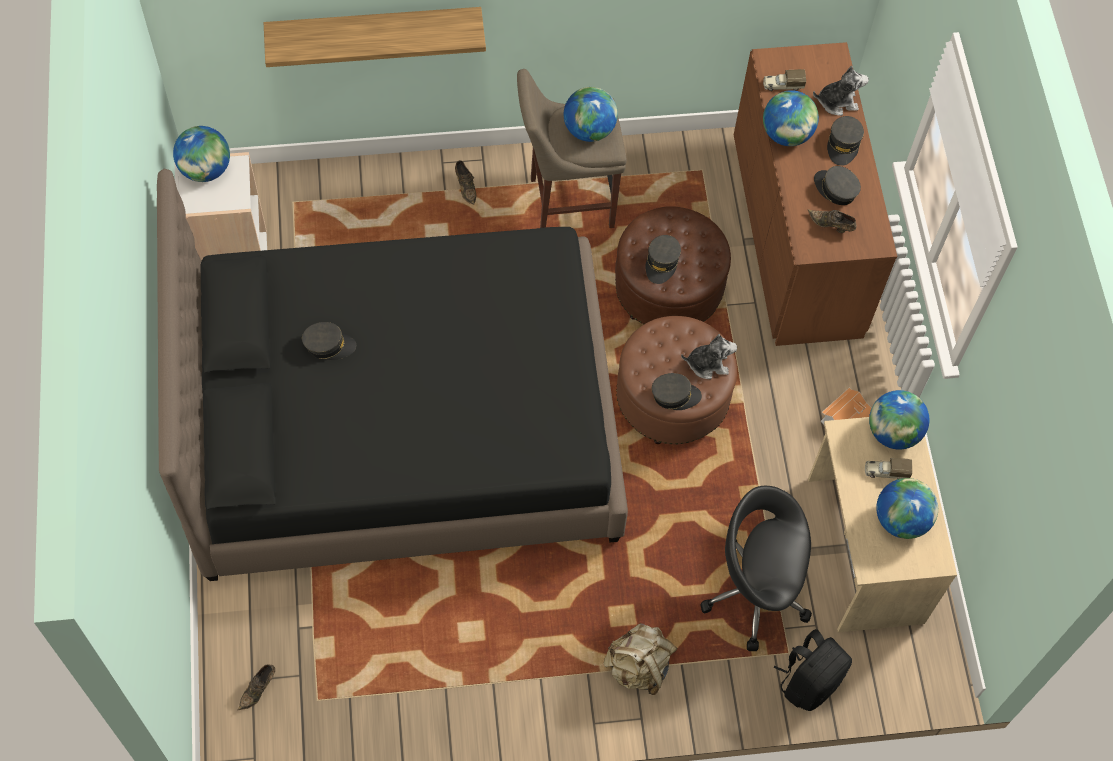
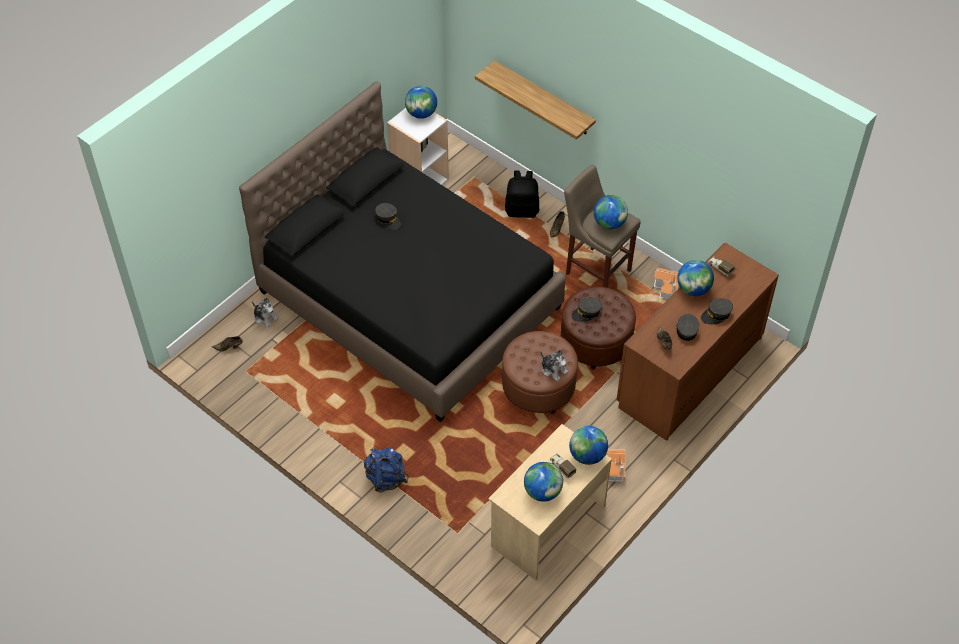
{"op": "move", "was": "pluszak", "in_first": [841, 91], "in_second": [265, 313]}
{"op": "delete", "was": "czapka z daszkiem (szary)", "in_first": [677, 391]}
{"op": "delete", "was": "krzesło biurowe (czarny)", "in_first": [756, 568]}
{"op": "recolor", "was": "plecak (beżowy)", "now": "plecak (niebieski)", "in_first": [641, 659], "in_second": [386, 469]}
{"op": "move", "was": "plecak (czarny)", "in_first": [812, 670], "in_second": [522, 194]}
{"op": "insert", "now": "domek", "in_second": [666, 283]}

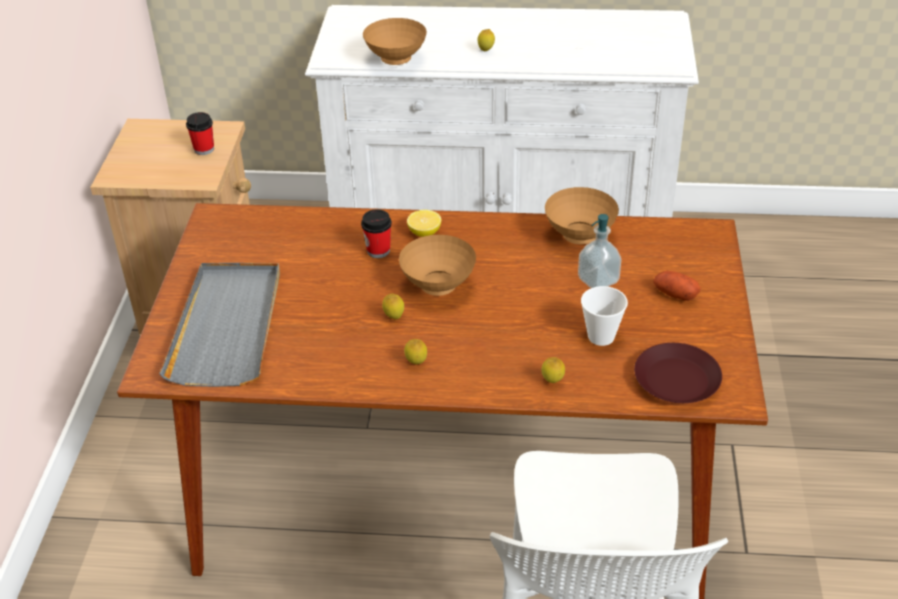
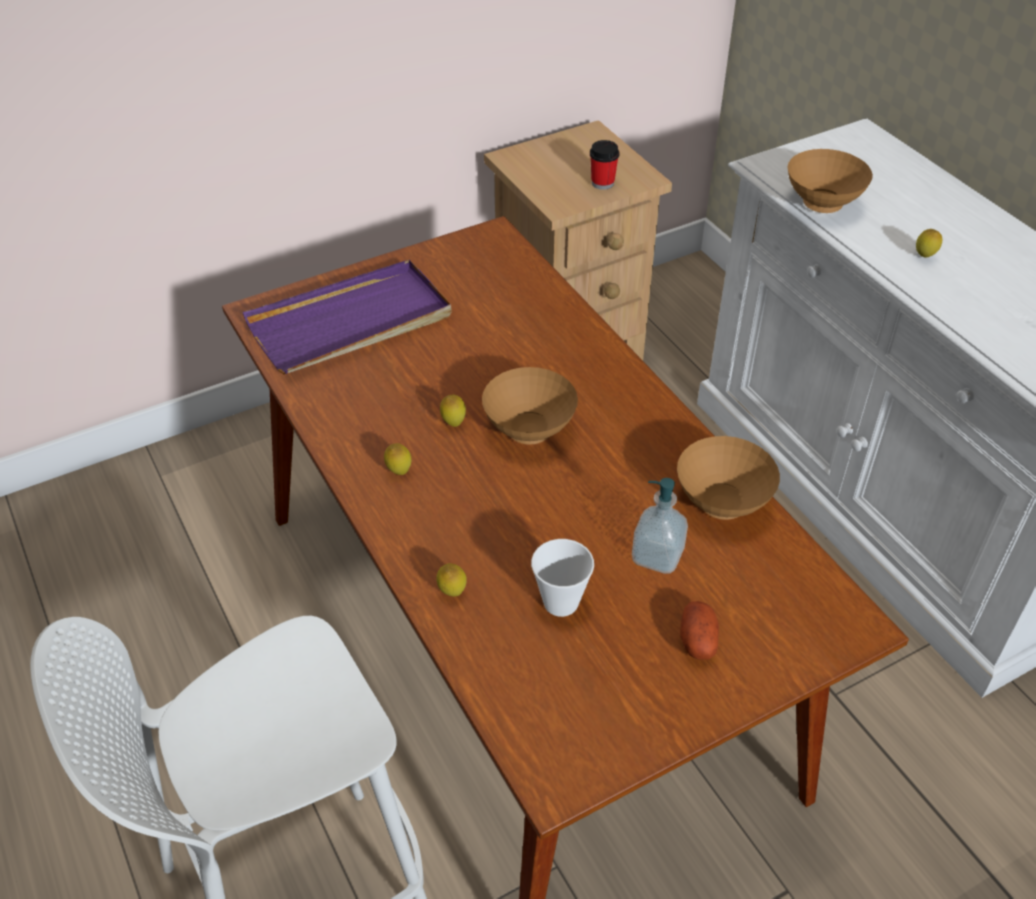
{"op": "delete", "was": "filiżanka", "in_first": [376, 233]}
{"op": "delete", "was": "cytryna", "in_first": [424, 223]}
{"op": "recolor", "was": "taca (szary)", "now": "taca (fioletowy)", "in_first": [219, 325], "in_second": [347, 317]}
{"op": "delete", "was": "talerz (brązowy)", "in_first": [678, 373]}

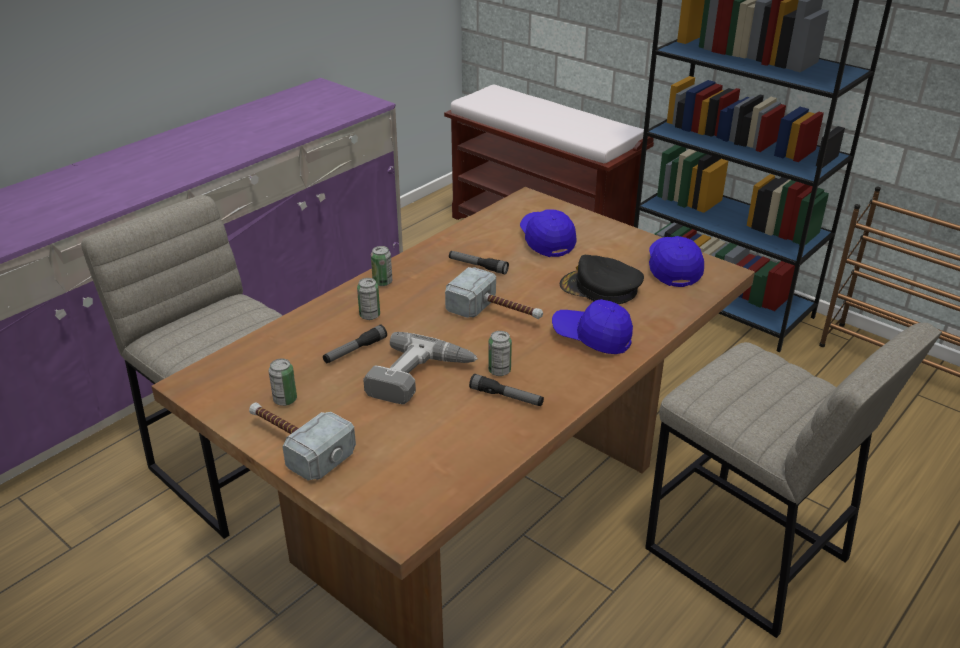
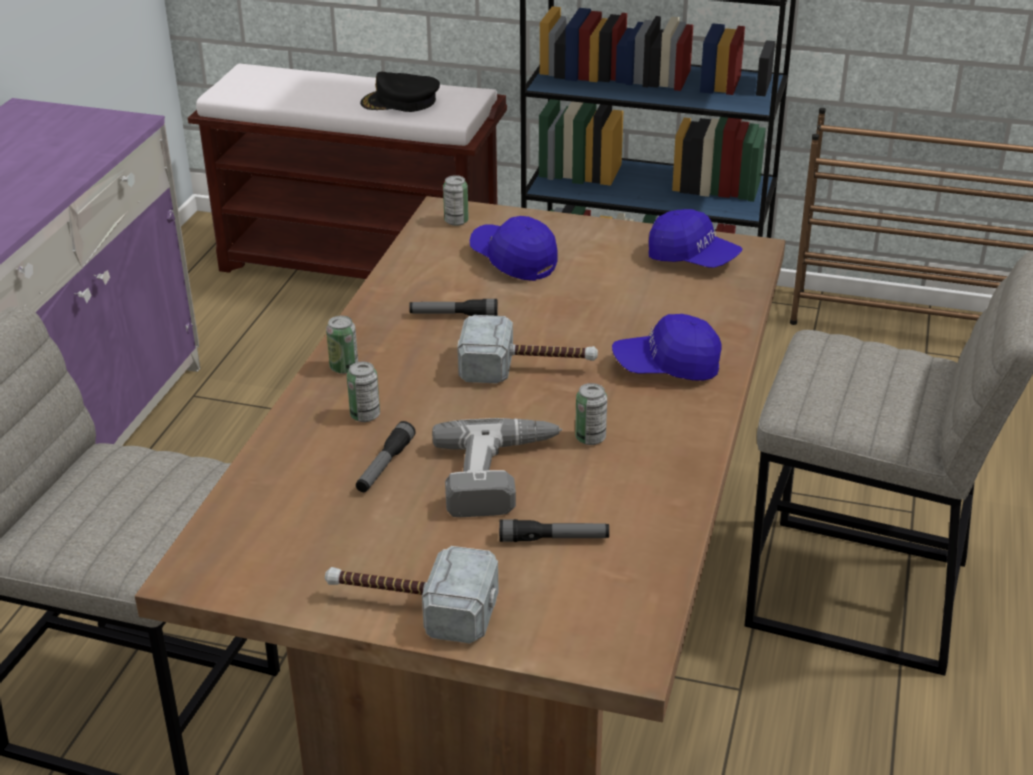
{"op": "rotate", "was": "czapka z daszkiem (niebieski)", "in_first": [676, 261], "in_second": [696, 238], "clockwise": 150}
{"op": "move", "was": "czapka z daszkiem (czarny)", "in_first": [602, 279], "in_second": [400, 92]}
{"op": "move", "was": "puszka", "in_first": [283, 382], "in_second": [456, 200]}
{"op": "move", "was": "latarka", "in_first": [506, 390], "in_second": [554, 530]}

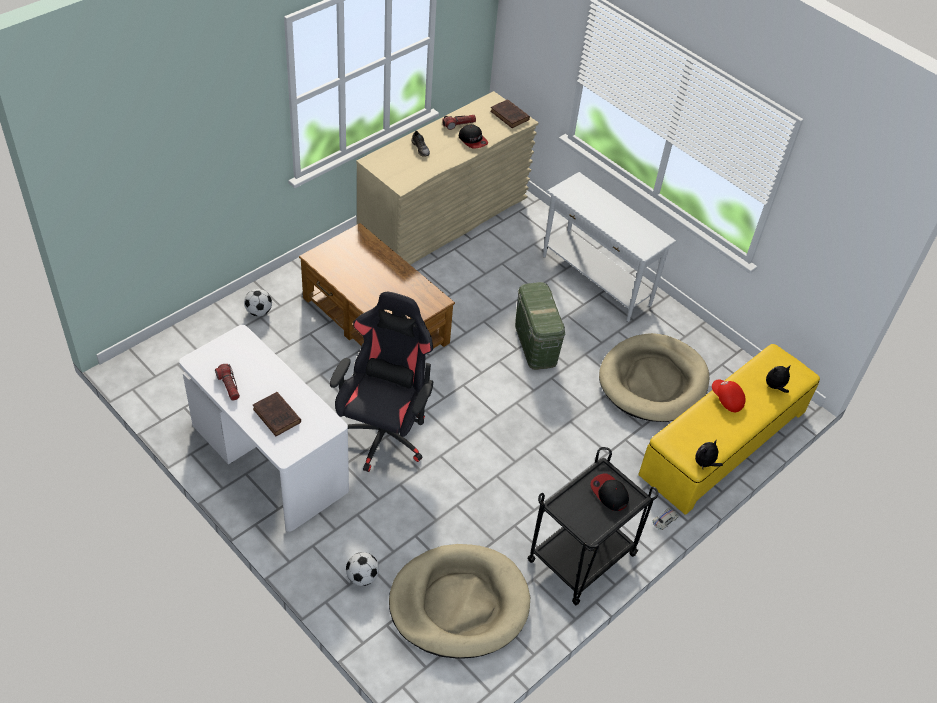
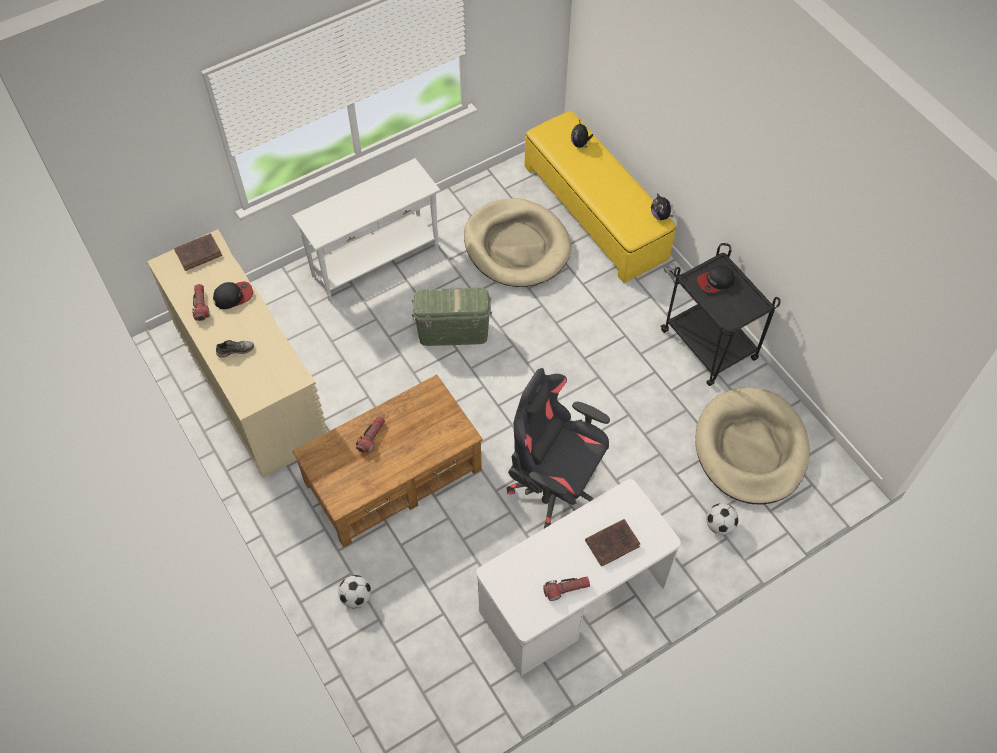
{"op": "delete", "was": "czapka z daszkiem (czerwony)", "in_first": [729, 395]}
{"op": "insert", "now": "latarka", "in_second": [370, 434]}

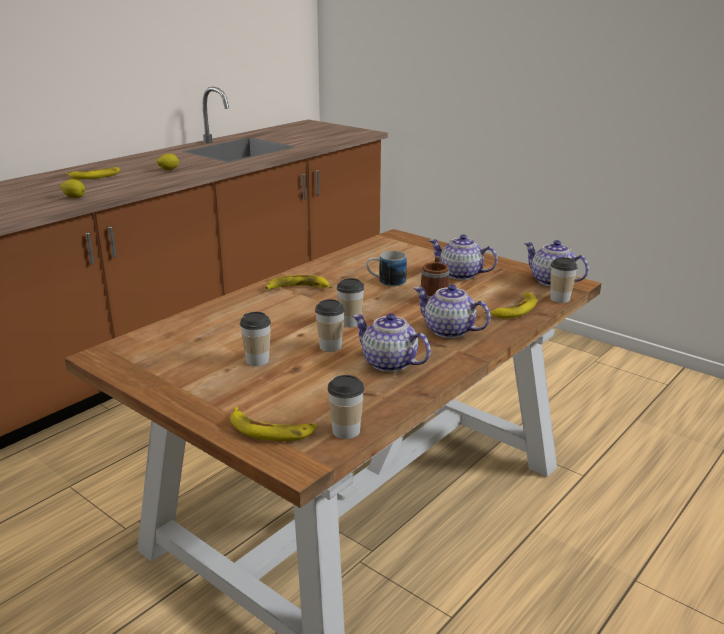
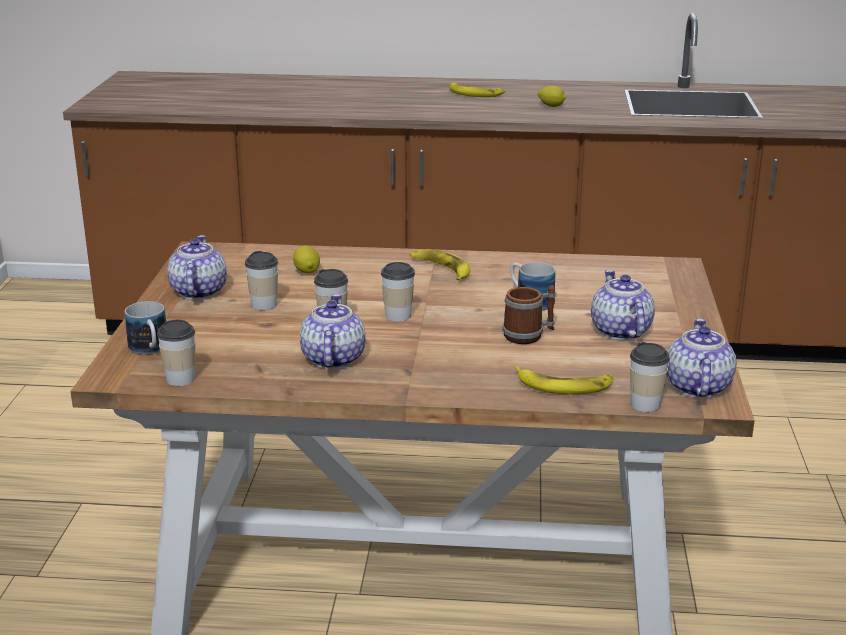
{"op": "move", "was": "cytryna", "in_first": [72, 188], "in_second": [306, 260]}
{"op": "move", "was": "imbryk", "in_first": [452, 311], "in_second": [197, 267]}
{"op": "replace", "was": "banan", "now": "kubek", "in_first": [273, 424], "in_second": [145, 328]}

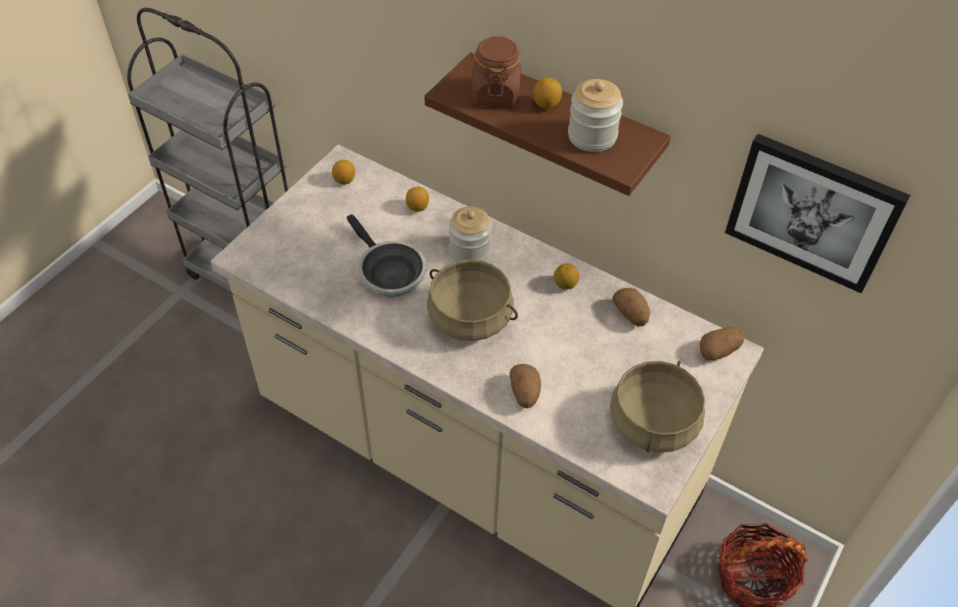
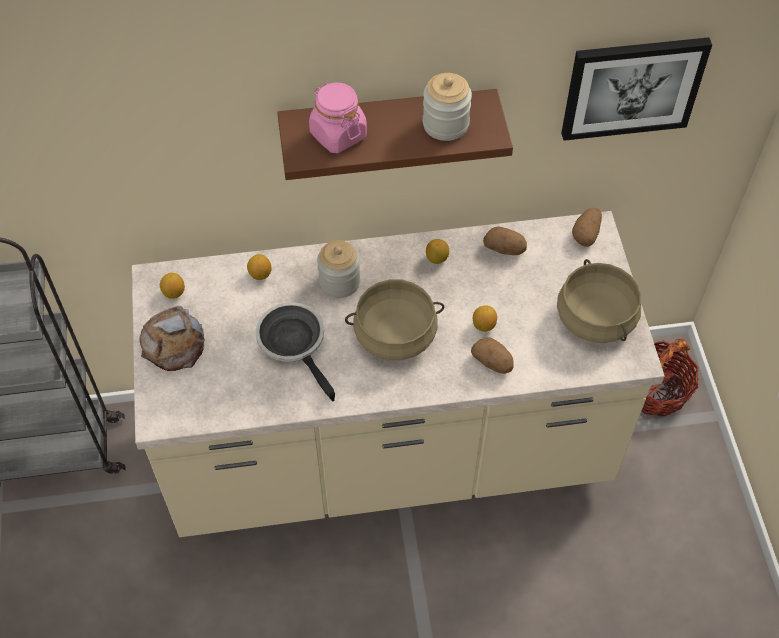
{"op": "recolor", "was": "słoik (brązowy)", "now": "słoik (różowy)", "in_first": [496, 71], "in_second": [338, 117]}
{"op": "move", "was": "cytryna", "in_first": [547, 93], "in_second": [485, 319]}
{"op": "rotate", "was": "patelnia", "in_first": [386, 255], "in_second": [295, 351], "clockwise": -135}
{"op": "insert", "now": "chleb", "in_second": [171, 338]}

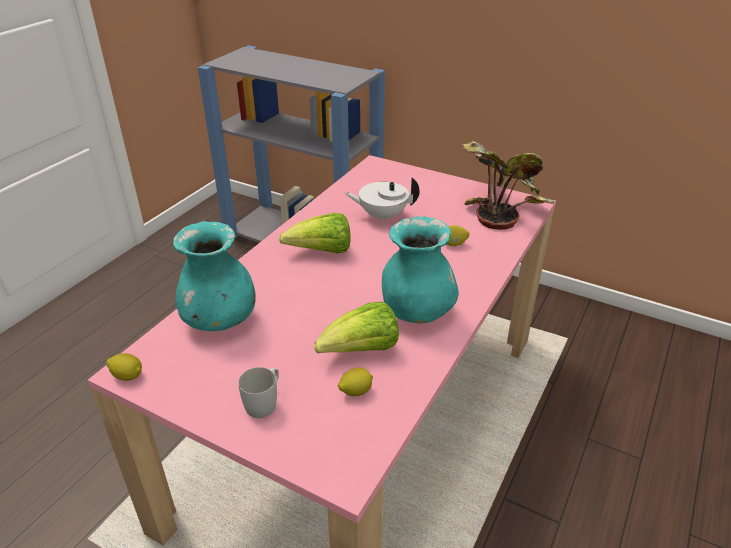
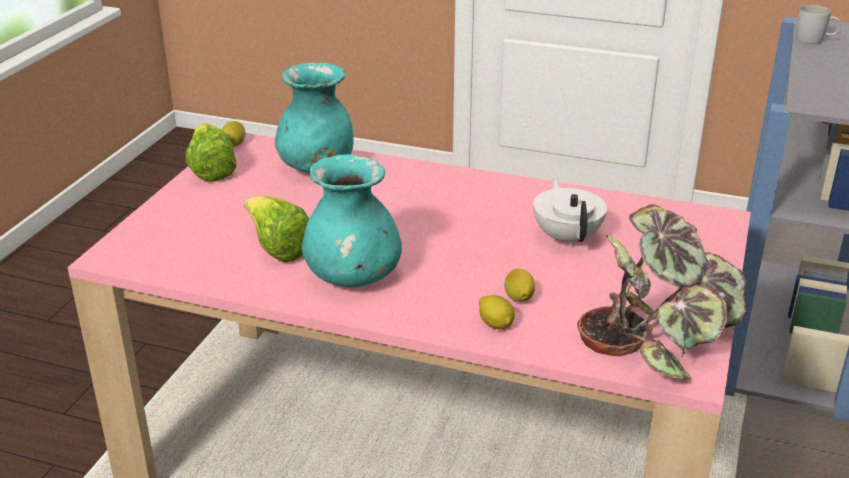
{"op": "move", "was": "sałata", "in_first": [315, 233], "in_second": [211, 152]}
{"op": "move", "was": "kubek (biały)", "in_first": [258, 392], "in_second": [818, 24]}
{"op": "move", "was": "cytryna", "in_first": [355, 382], "in_second": [497, 312]}

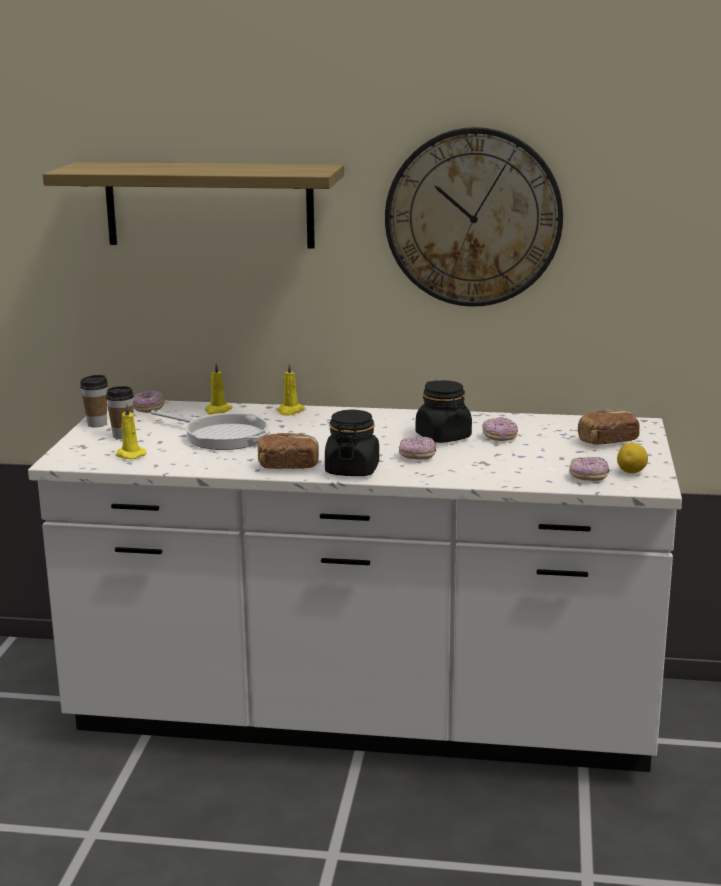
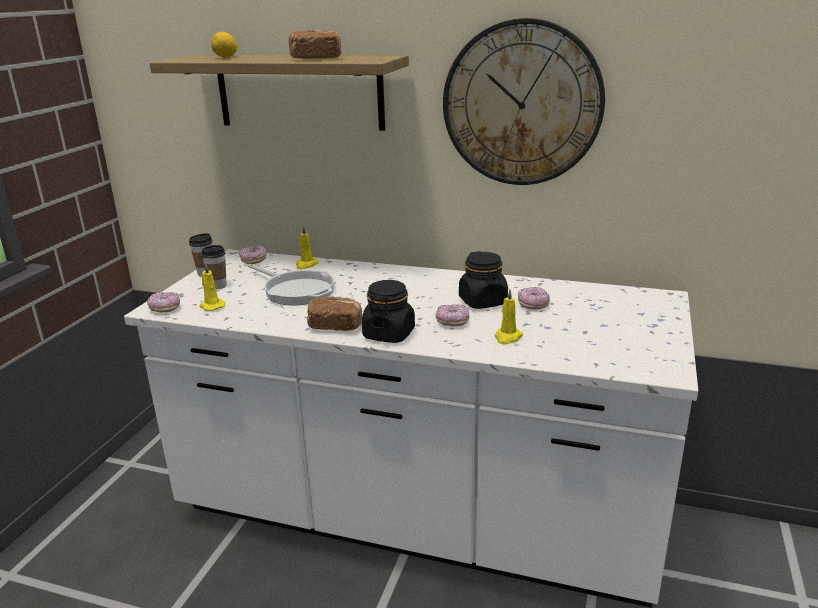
{"op": "move", "was": "świeca (żółty)", "in_first": [291, 389], "in_second": [509, 316]}
{"op": "move", "was": "chleb", "in_first": [609, 427], "in_second": [315, 44]}
{"op": "move", "was": "cytryna", "in_first": [632, 458], "in_second": [224, 45]}
{"op": "move", "was": "donut", "in_first": [589, 469], "in_second": [163, 302]}

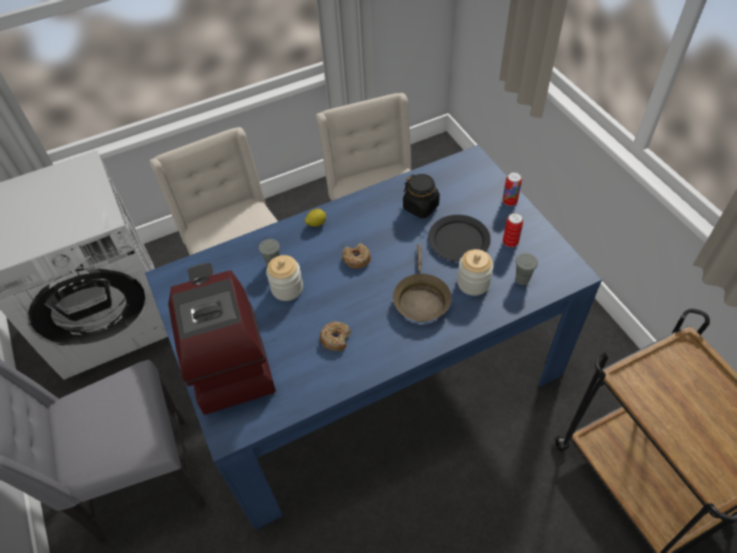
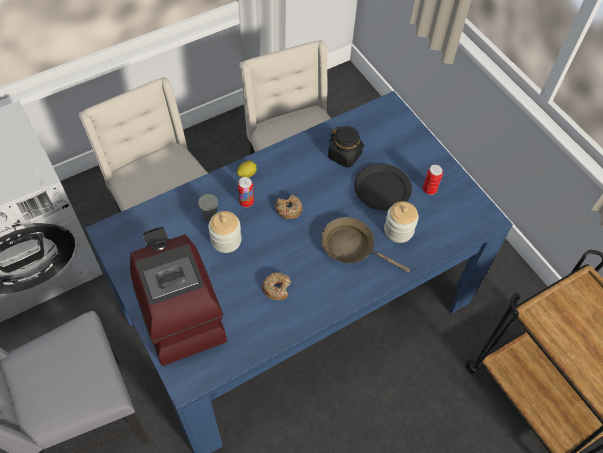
{"op": "move", "was": "puszka", "in_first": [512, 189], "in_second": [246, 192]}
{"op": "rotate", "was": "patelnia (brązowy)", "in_first": [422, 283], "in_second": [365, 245], "clockwise": 120}
{"op": "delete", "was": "filiżanka (szary)", "in_first": [527, 269]}

